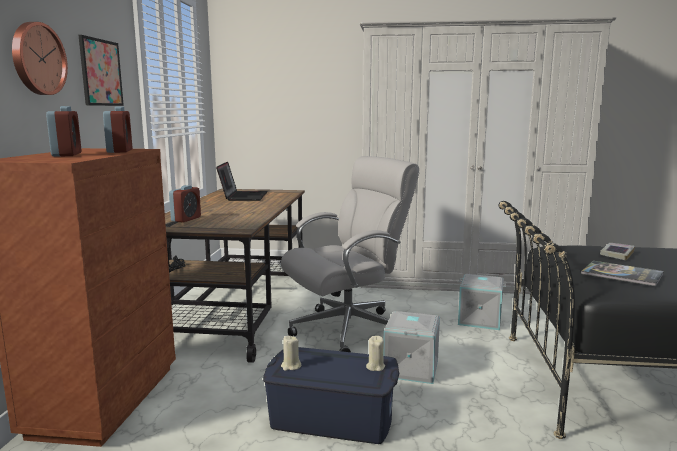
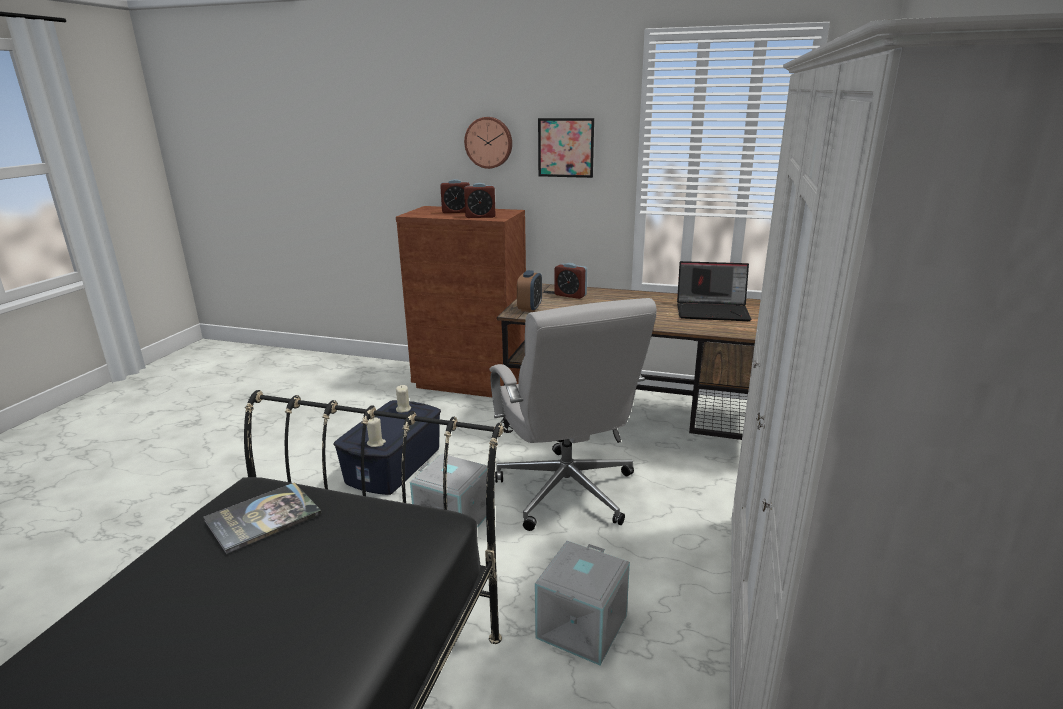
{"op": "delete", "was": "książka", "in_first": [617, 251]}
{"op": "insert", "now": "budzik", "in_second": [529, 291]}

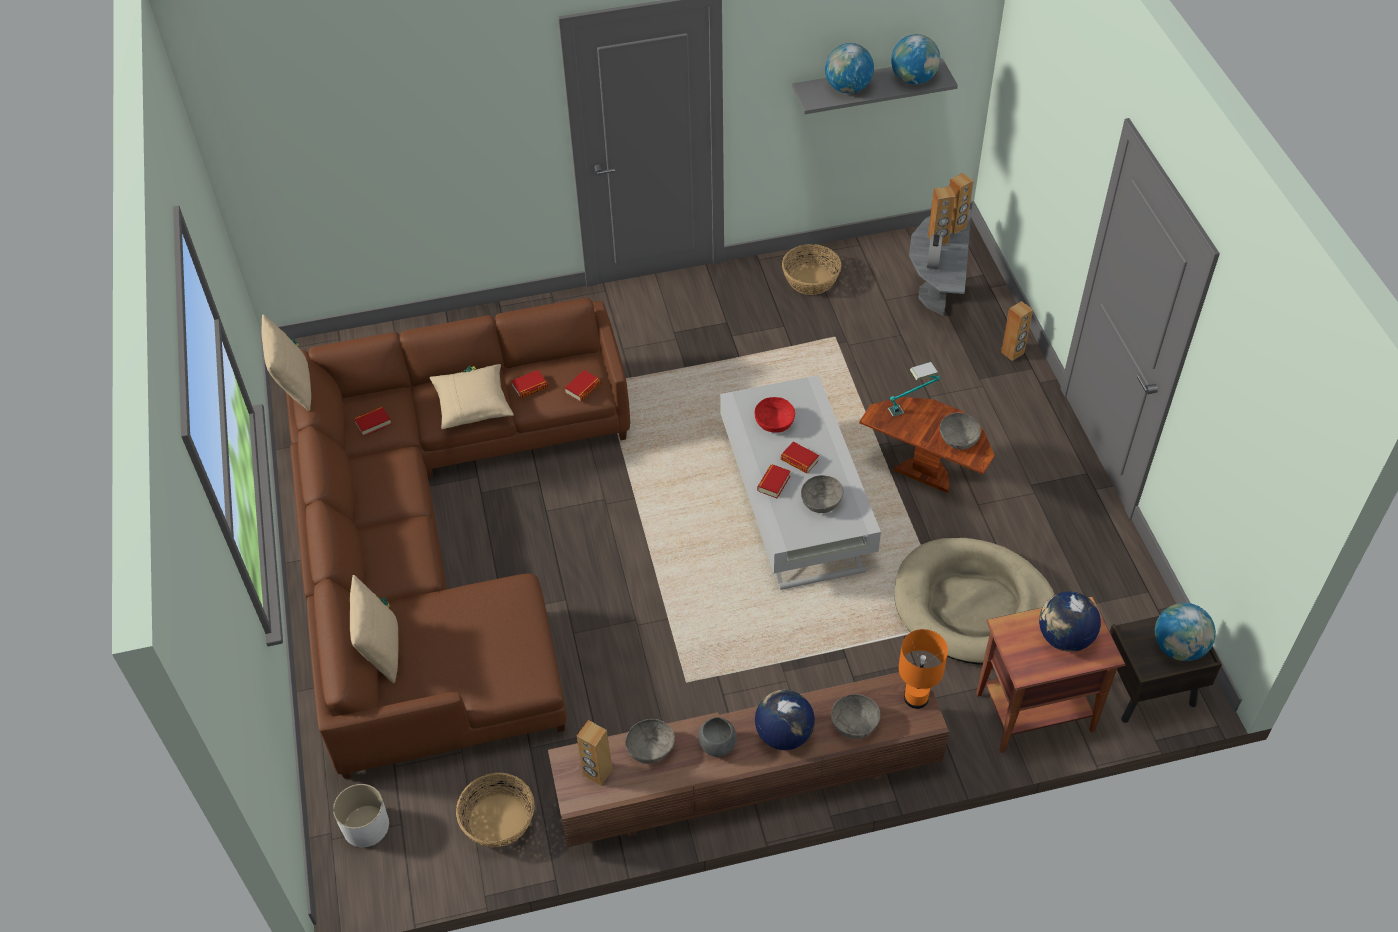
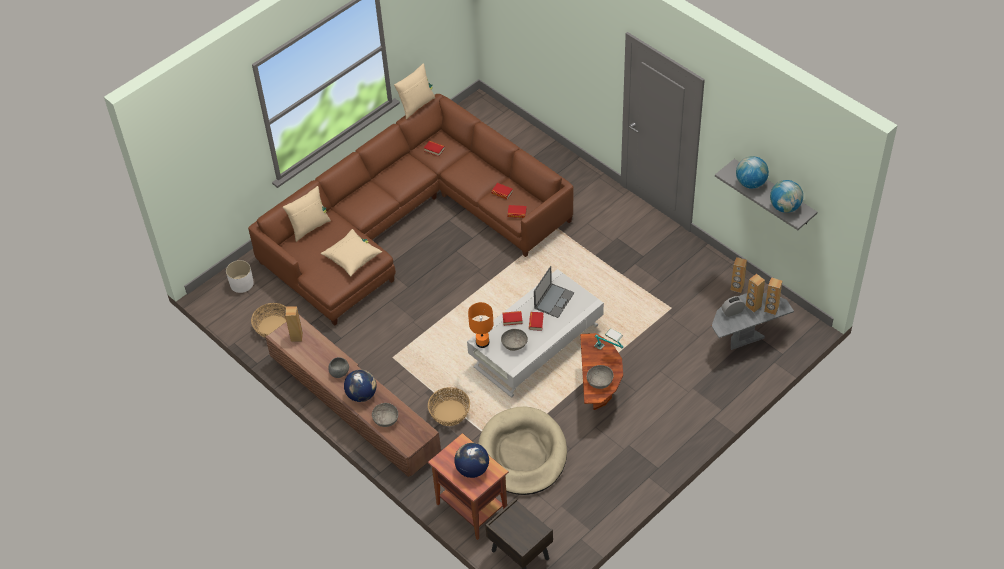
{"op": "move", "was": "koszyk", "in_first": [812, 269], "in_second": [449, 406]}
{"op": "move", "was": "głośnik (brązowy)", "in_first": [1017, 331], "in_second": [739, 275]}
{"op": "move", "was": "poduszka (beżowy)", "in_first": [472, 397], "in_second": [351, 253]}
{"op": "replace", "was": "miska (czerwony)", "now": "laptop", "in_first": [775, 415], "in_second": [554, 292]}
{"op": "delete", "was": "globus", "in_first": [1185, 632]}
{"op": "move", "was": "lampa stołowa (pomarańczowy)", "in_first": [923, 669], "in_second": [480, 325]}
{"op": "delete", "was": "miska (szary)", "in_first": [650, 741]}

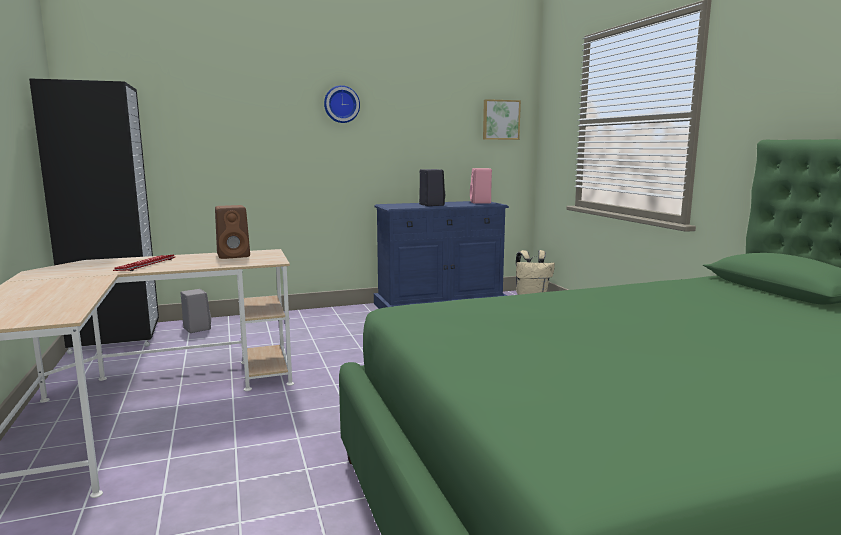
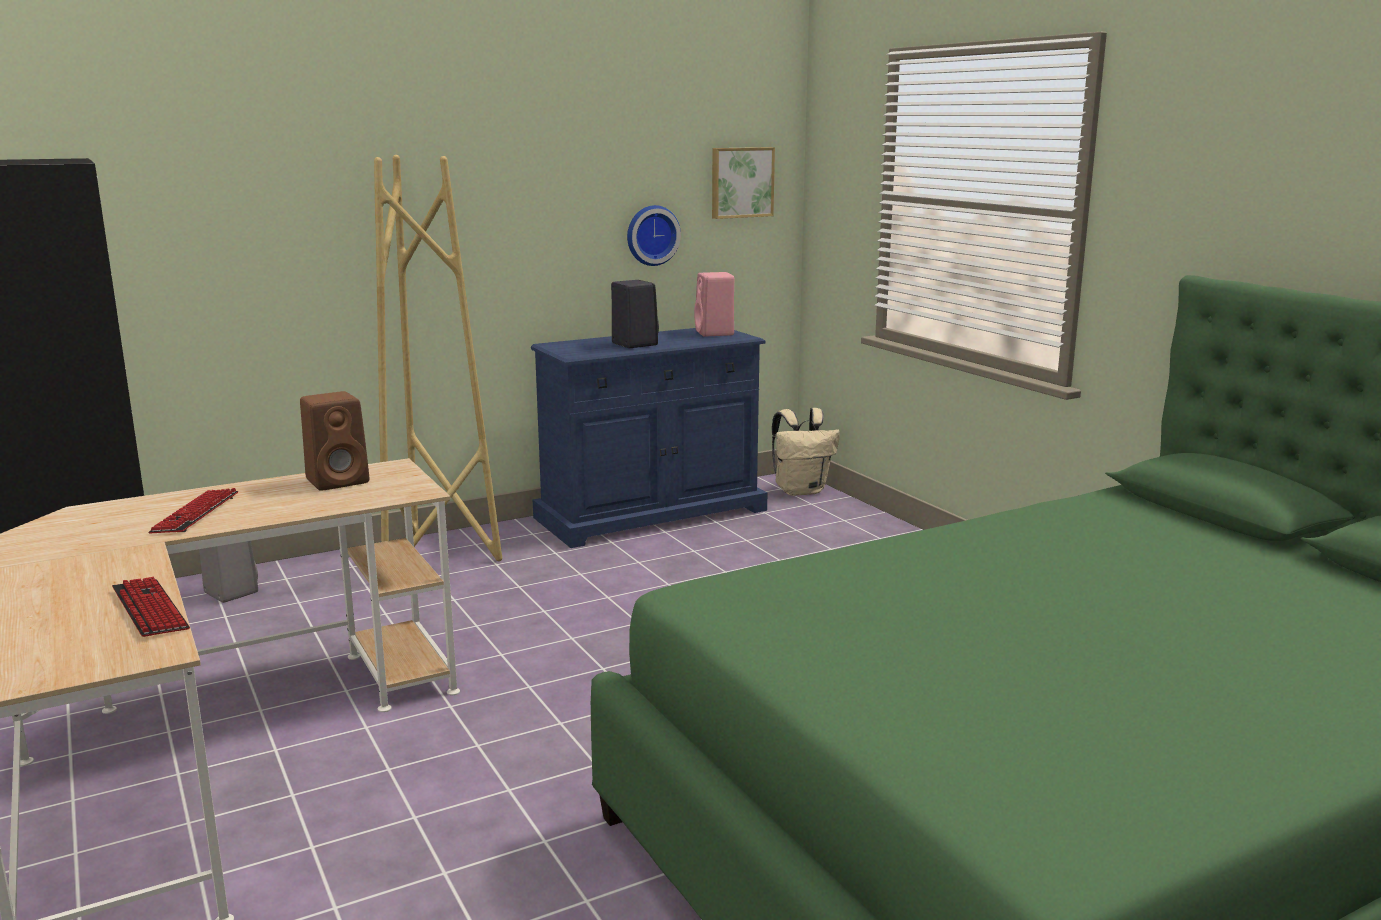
{"op": "move", "was": "zegar ścienny", "in_first": [342, 104], "in_second": [654, 235]}
{"op": "insert", "now": "wieszak (żółty)", "in_second": [438, 358]}
{"op": "insert", "now": "klawiatura", "in_second": [151, 607]}

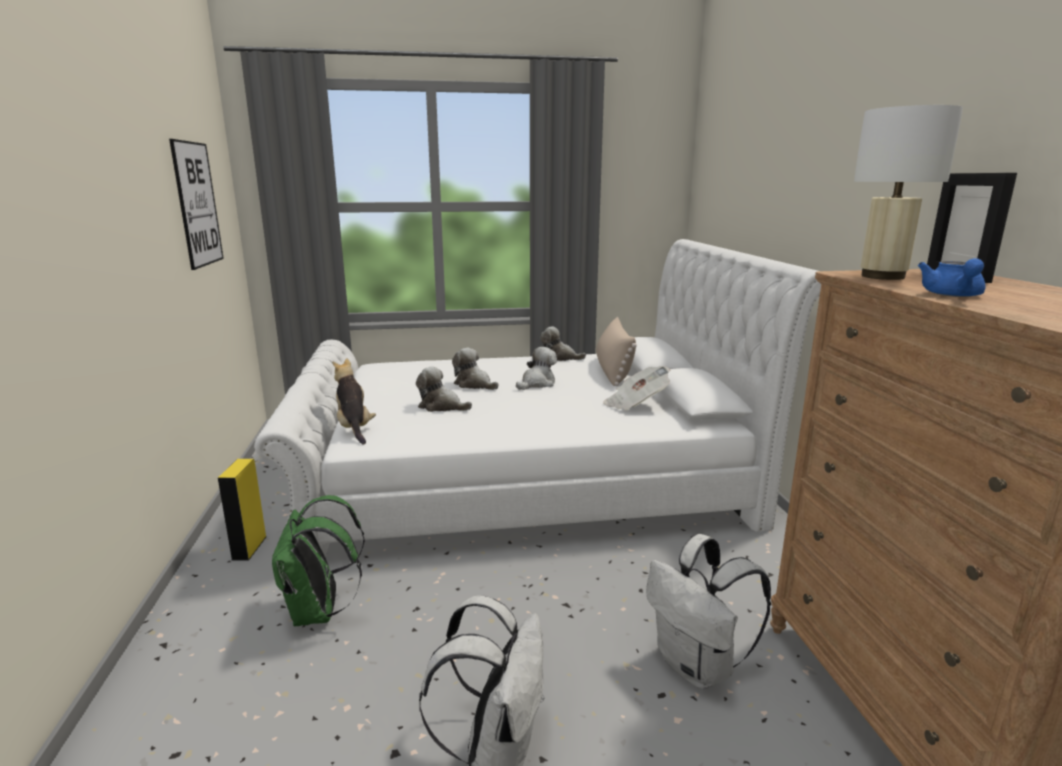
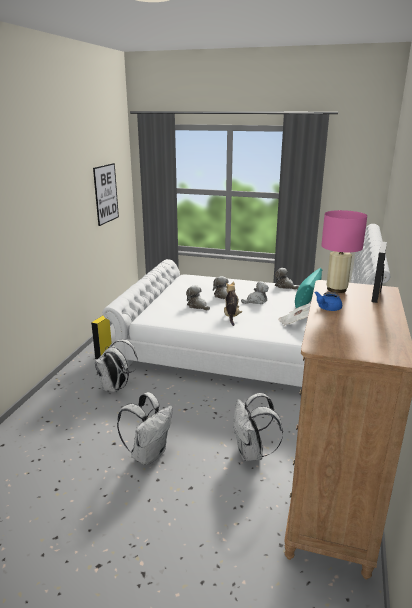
{"op": "recolor", "was": "lampa stołowa (biały)", "now": "lampa stołowa (różowy)", "in_first": [908, 192], "in_second": [344, 251]}
{"op": "recolor", "was": "poduszka (beżowy)", "now": "poduszka (turkusowy)", "in_first": [616, 351], "in_second": [308, 288]}
{"op": "move", "was": "pluszak", "in_first": [354, 401], "in_second": [233, 304]}
{"op": "recolor", "was": "plecak (zielony)", "now": "plecak (biały)", "in_first": [318, 560], "in_second": [116, 365]}

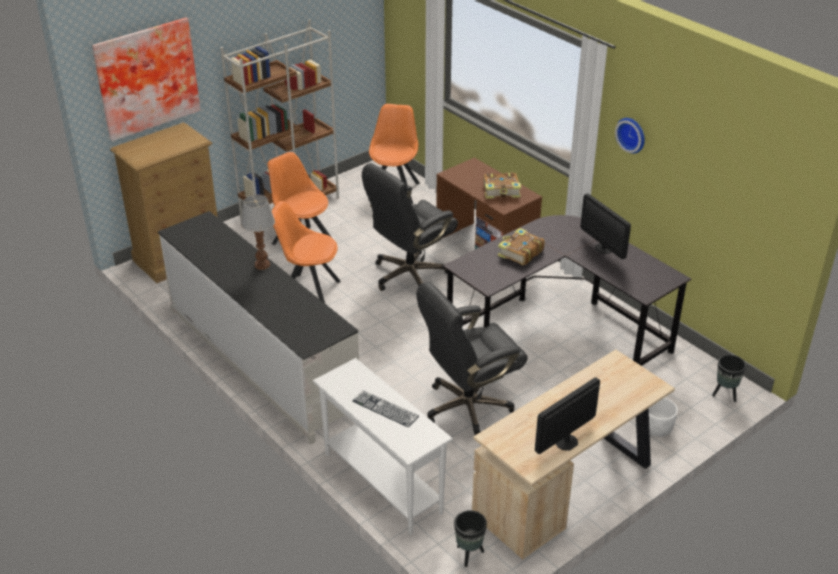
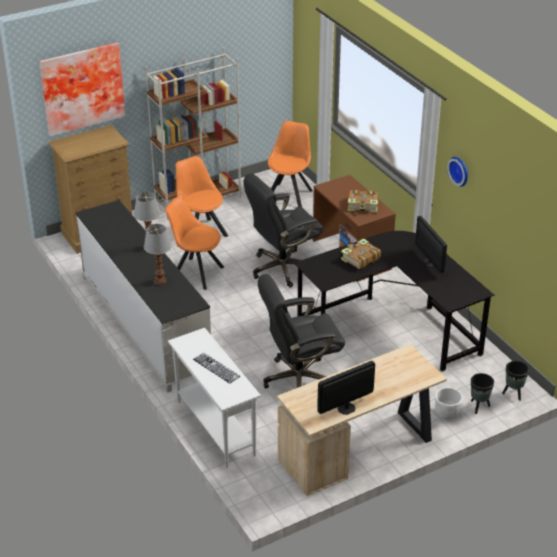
{"op": "move", "was": "donica (czarny)", "in_first": [470, 538], "in_second": [482, 393]}
{"op": "insert", "now": "lampa stołowa", "in_second": [158, 254]}

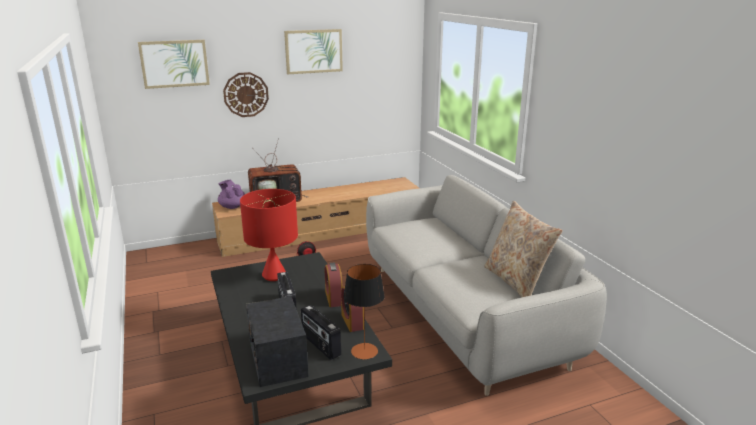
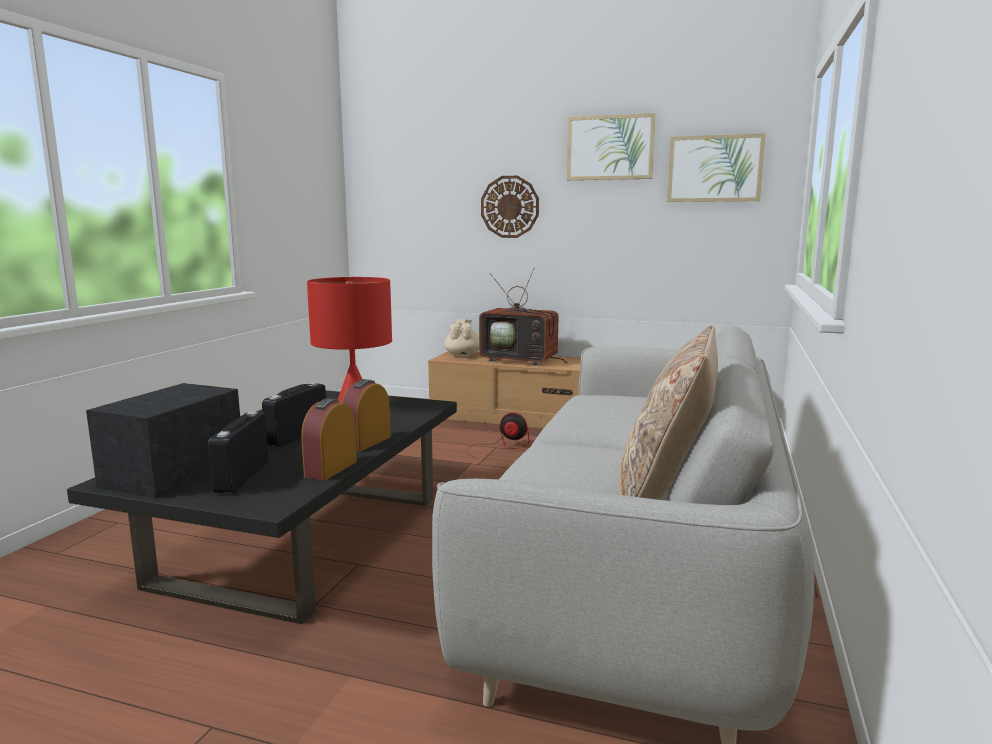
{"op": "move", "was": "obraz", "in_first": [174, 64], "in_second": [716, 167]}
{"op": "recolor", "was": "imbryk (fioletowy)", "now": "imbryk (beżowy)", "in_first": [231, 194], "in_second": [461, 338]}
{"op": "delete", "was": "lampa stołowa", "in_first": [364, 311]}

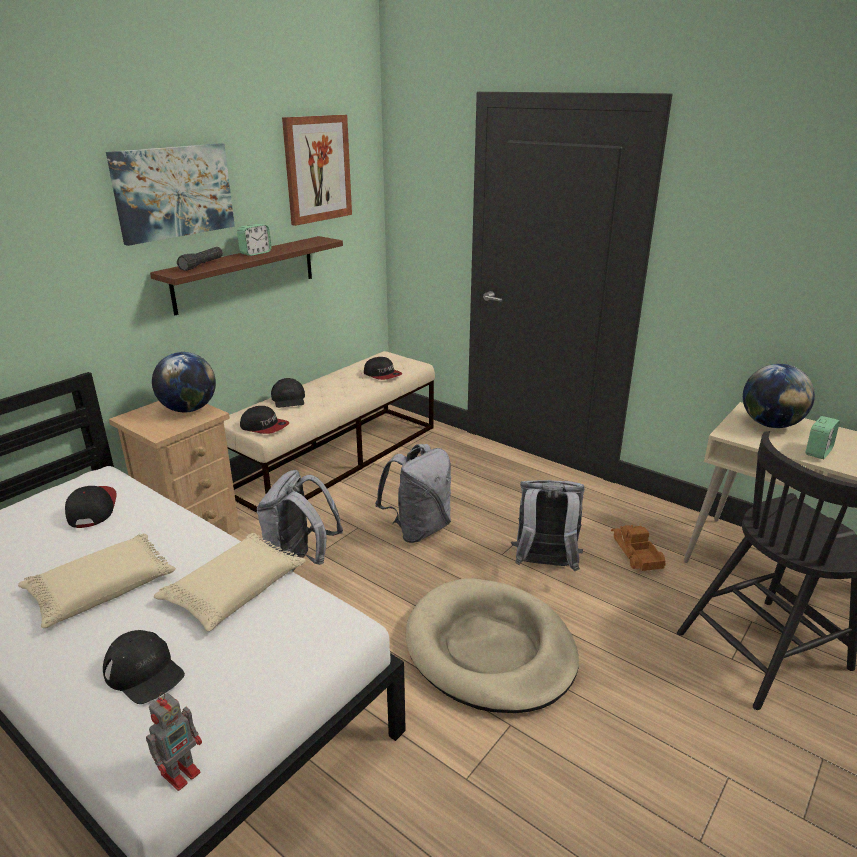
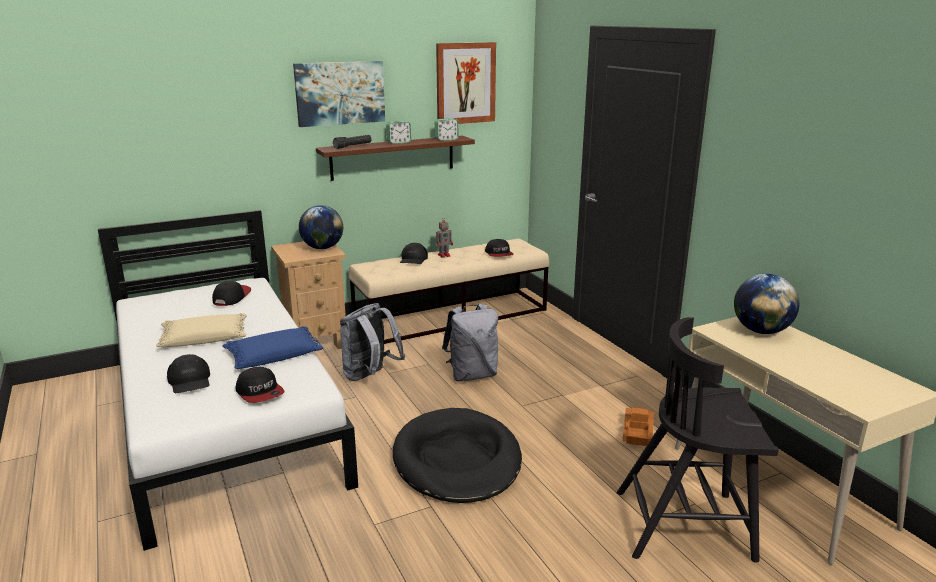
{"op": "move", "was": "czapka z daszkiem", "in_first": [264, 420], "in_second": [259, 385]}
{"op": "move", "was": "budzik", "in_first": [822, 437], "in_second": [447, 129]}
{"op": "delete", "was": "plecak (szary)", "in_first": [548, 525]}
{"op": "recolor", "was": "poduszka (beżowy)", "now": "poduszka (niebieski)", "in_first": [230, 582], "in_second": [272, 347]}
{"op": "recolor", "was": "legowisko (beżowy)", "now": "legowisko (czarny)", "in_first": [492, 646], "in_second": [457, 455]}
{"op": "move", "was": "robot zabawkowy", "in_first": [174, 741], "in_second": [444, 238]}

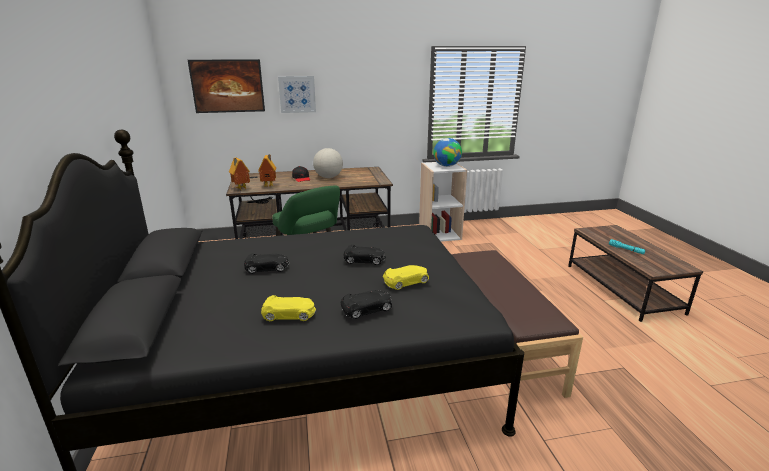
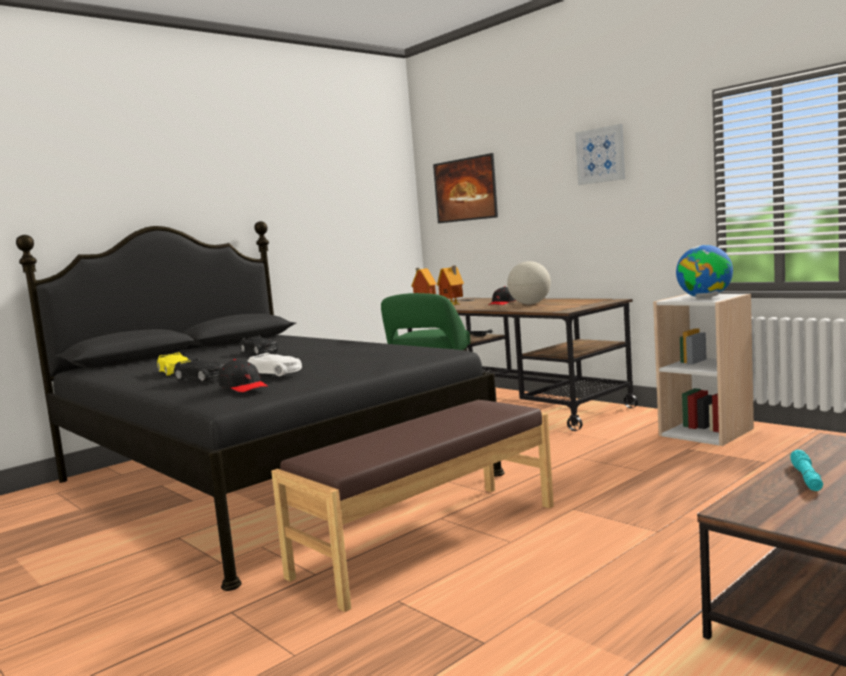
{"op": "move", "was": "obraz", "in_first": [297, 94], "in_second": [600, 154]}
{"op": "delete", "was": "samochodzik (czarny)", "in_first": [364, 255]}
{"op": "recolor", "was": "samochodzik (żółty)", "now": "samochodzik (biały)", "in_first": [406, 277], "in_second": [274, 364]}
{"op": "insert", "now": "czapka z daszkiem (czarny)", "in_second": [243, 375]}

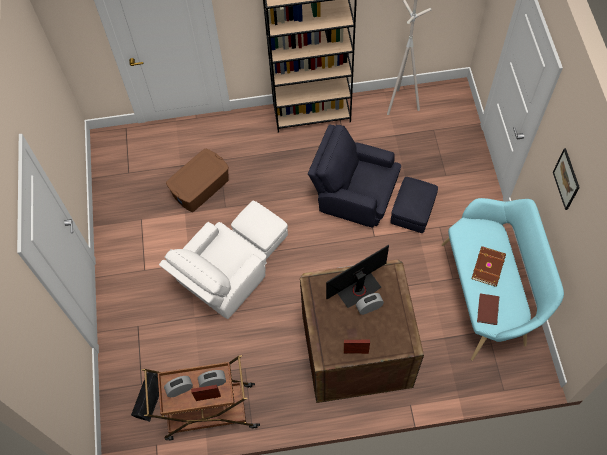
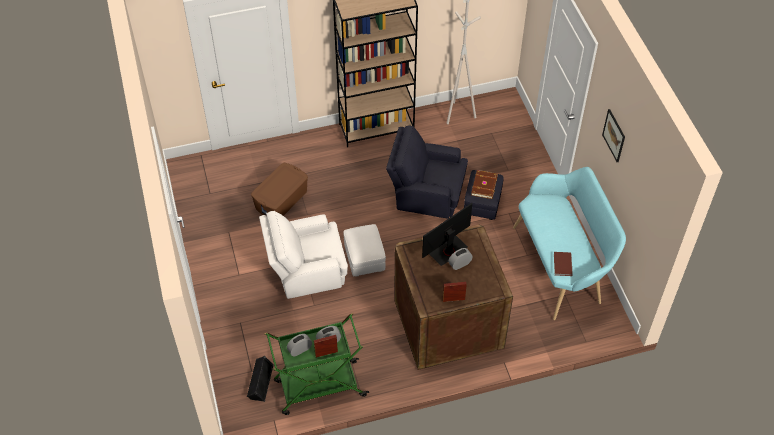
{"op": "rotate", "was": "fotel (biały)", "in_first": [223, 260], "in_second": [322, 254], "clockwise": 45}
{"op": "move", "was": "książka (brązowy)", "in_first": [488, 266], "in_second": [484, 184]}
{"op": "recolor", "was": "wózek (brązowy)", "now": "wózek (zielony)", "in_first": [200, 398], "in_second": [316, 364]}

